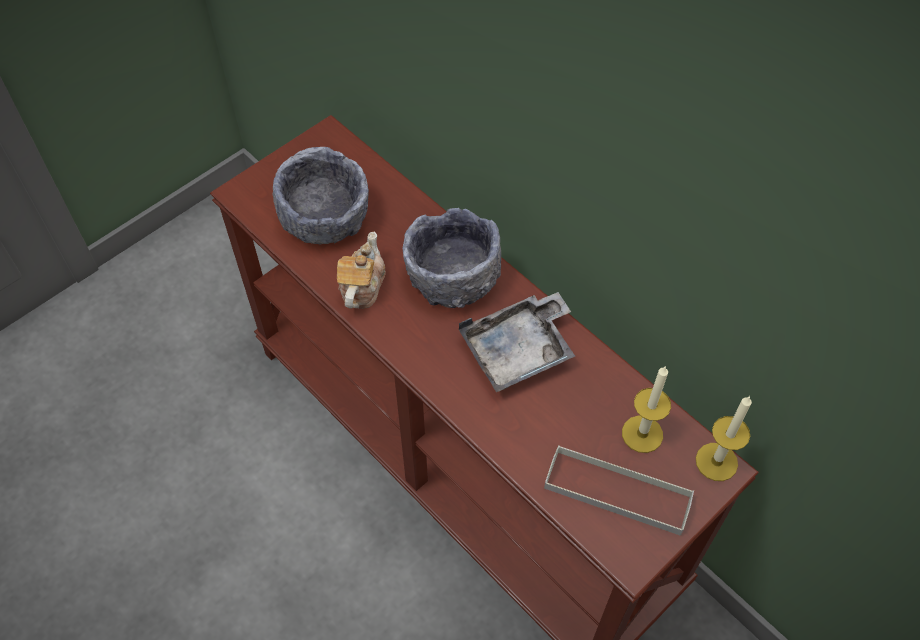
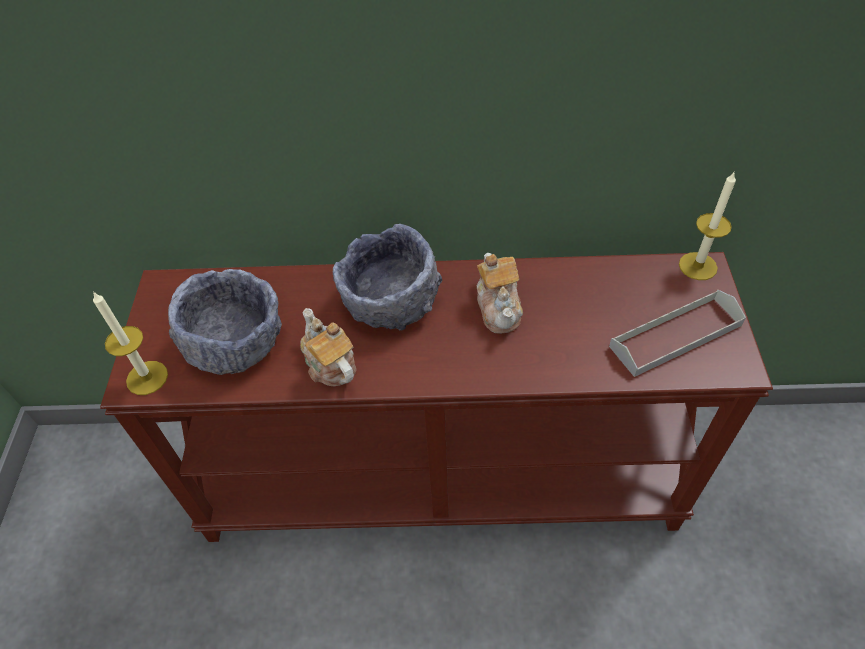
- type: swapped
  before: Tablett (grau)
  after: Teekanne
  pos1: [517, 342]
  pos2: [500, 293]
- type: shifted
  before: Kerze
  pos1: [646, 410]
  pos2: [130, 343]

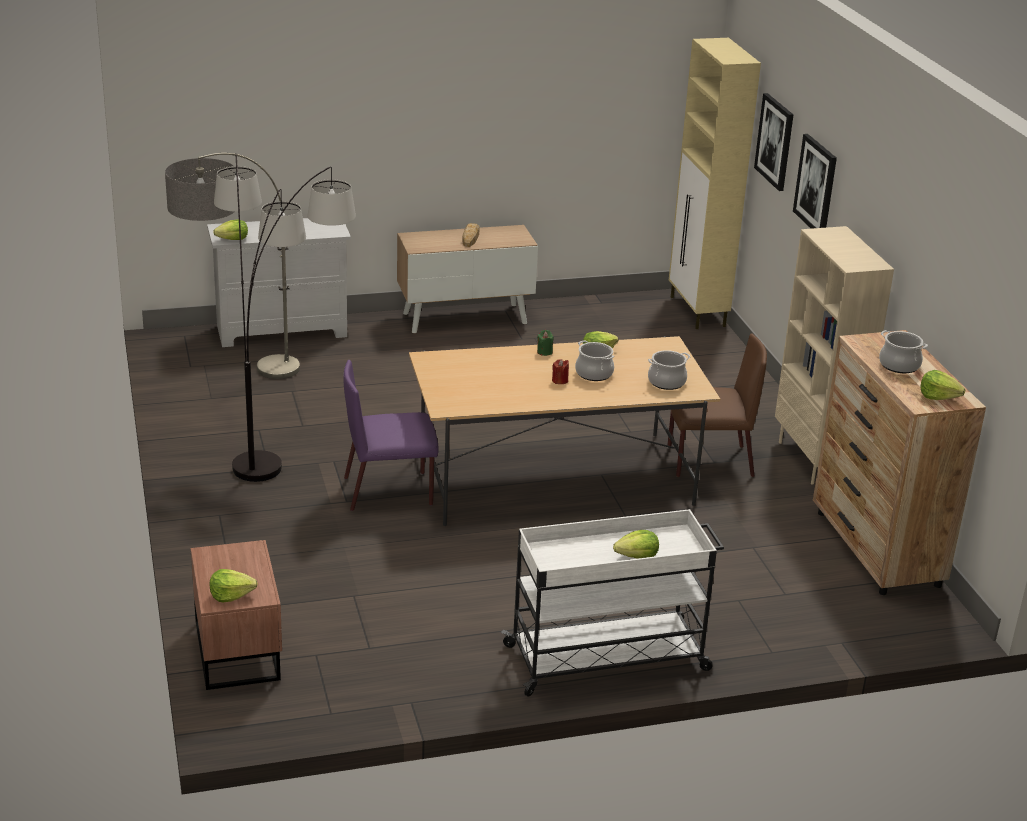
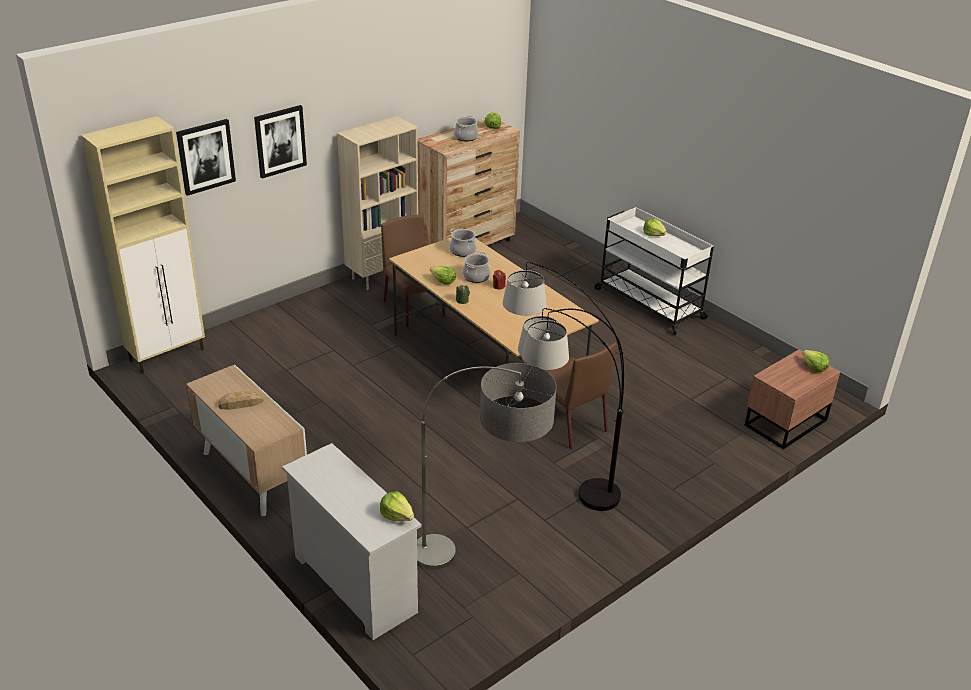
- type: repainted
  before: Stuhl (lila)
  after: Stuhl (braun)
  pos1: [391, 435]
  pos2: [574, 396]

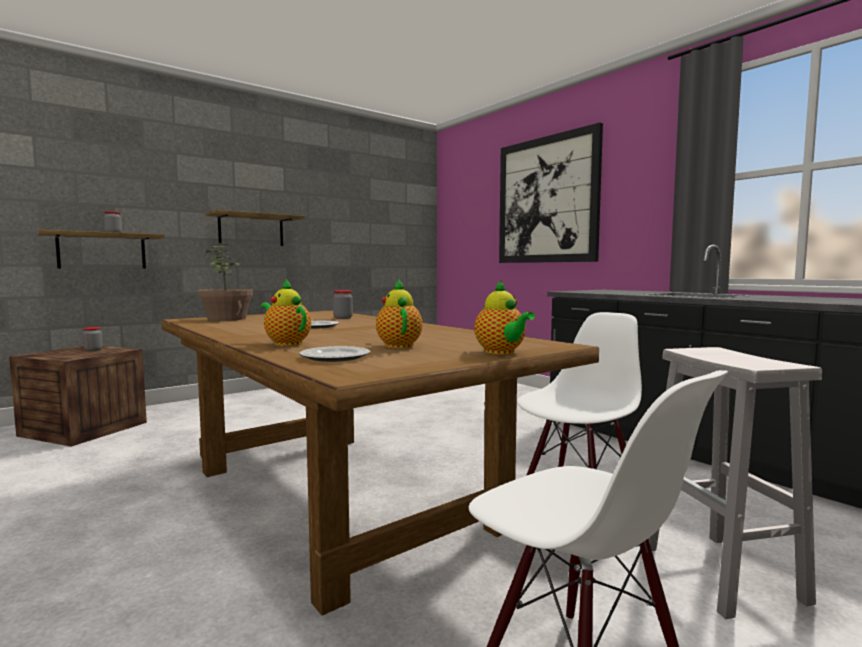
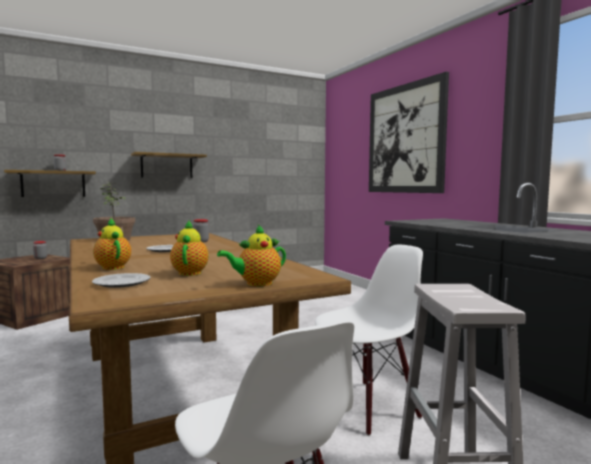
- type: rotated
  before: Teekanne
  pos1: [504, 318]
  pos2: [251, 255]
  turn: 75

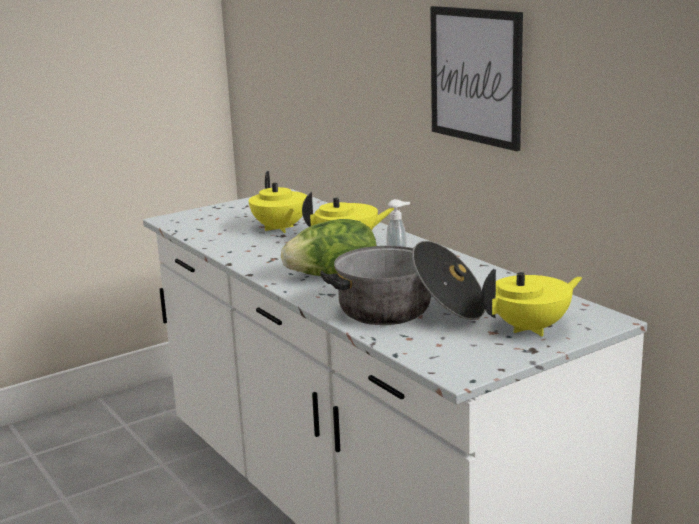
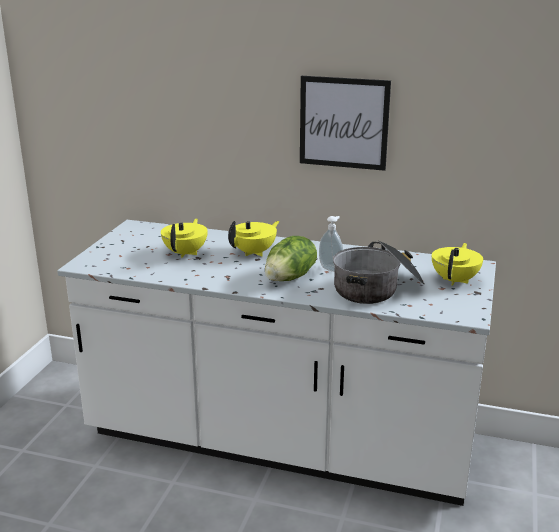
- type: rotated
  before: Teekanne (gelb)
  pos1: [278, 202]
  pos2: [184, 238]
  turn: -105

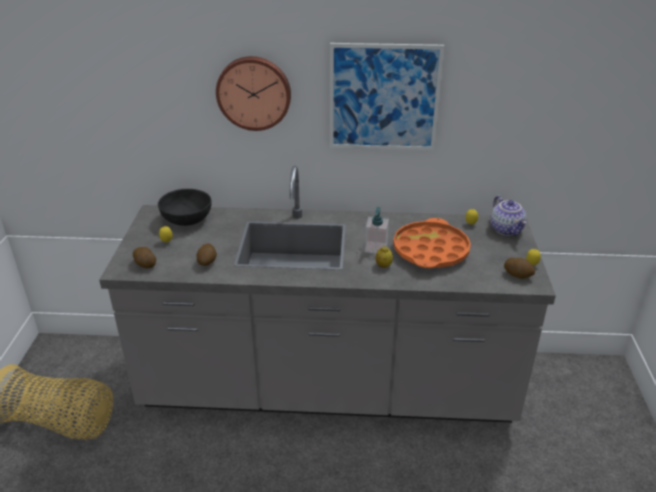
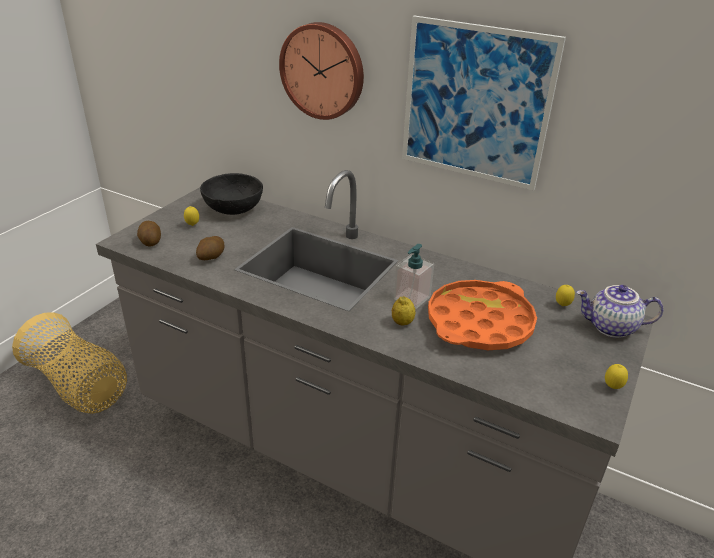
- type: rotated
  before: Teekanne
  pos1: [508, 215]
  pos2: [619, 311]
  turn: 90
- type: gone
  before: Kartoffel
  pos1: [519, 268]

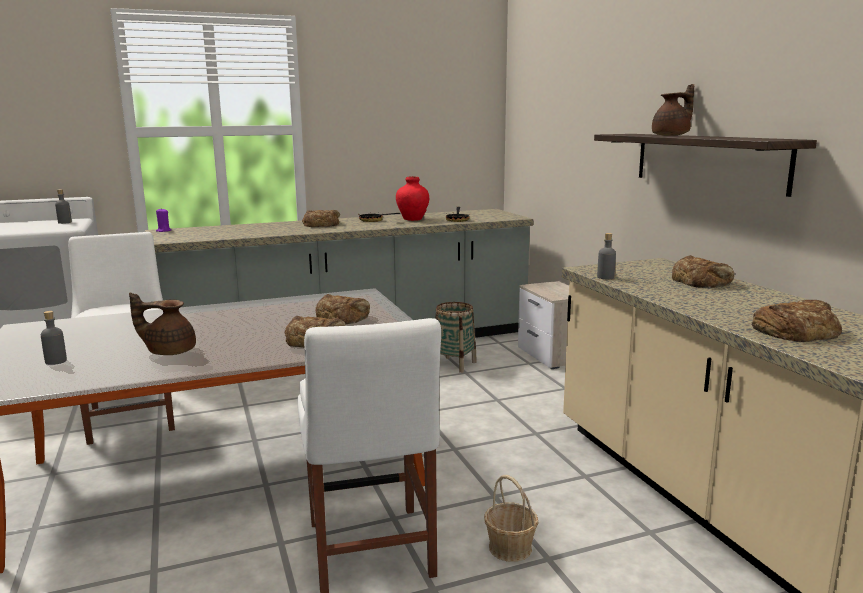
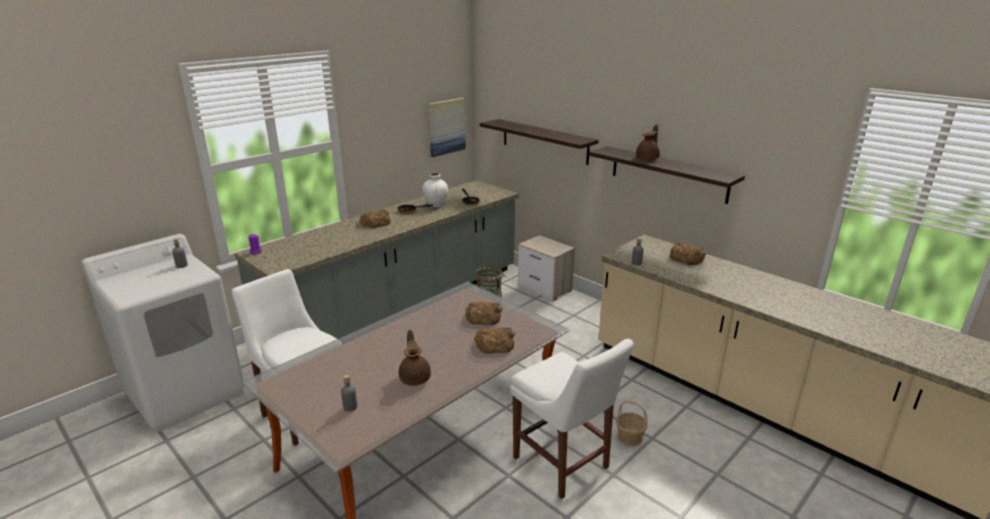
- type: rotated
  before: Teekanne (braun)
  pos1: [162, 323]
  pos2: [415, 358]
  turn: 105
- type: repainted
  before: Vase (rot)
  after: Vase (weiß)
  pos1: [412, 198]
  pos2: [435, 190]
- type: gone
  before: Brot
  pos1: [796, 321]
- type: new
  after: Bild
  pos2: [447, 127]
- type: new
  after: Wandregal
  pos2: [539, 142]

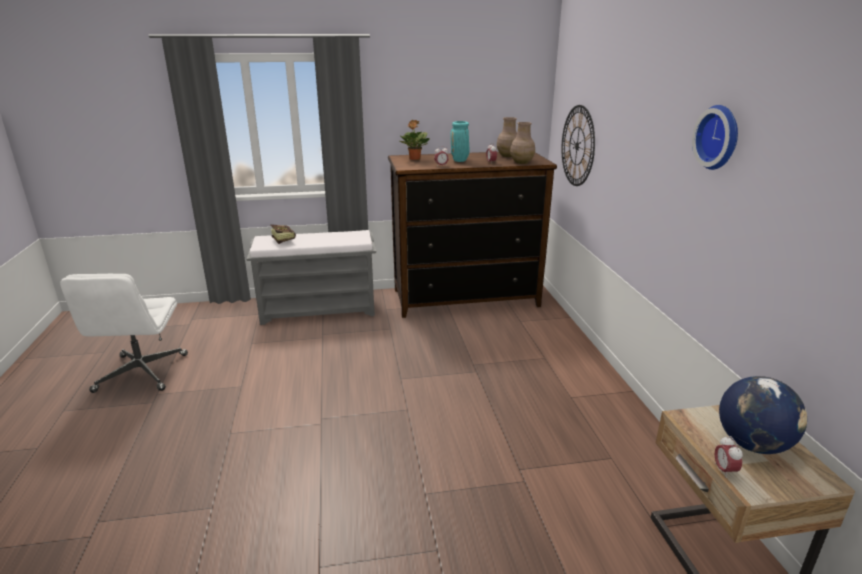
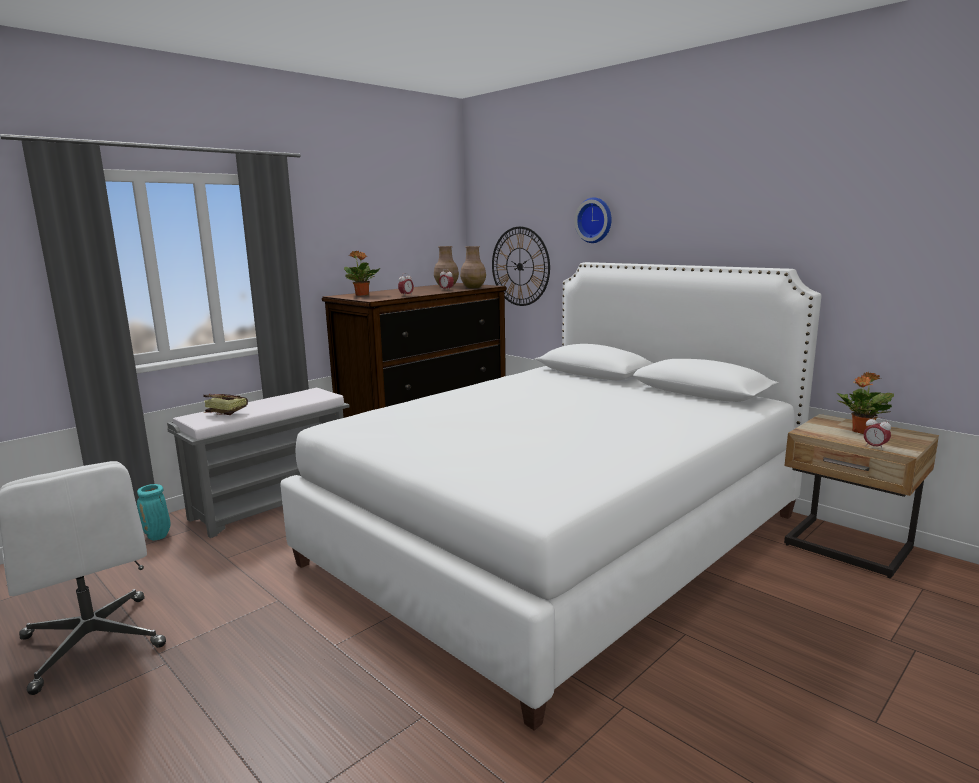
- type: shifted
  before: Vase (türkis)
  pos1: [460, 141]
  pos2: [154, 512]
- type: shifted
  before: Wanduhr
  pos1: [715, 137]
  pos2: [593, 220]
- type: swapped
  before: Globus
  after: Topfpflanze
  pos1: [763, 415]
  pos2: [865, 403]
- type: new
  after: Bett (weiß)
  pos2: [550, 496]

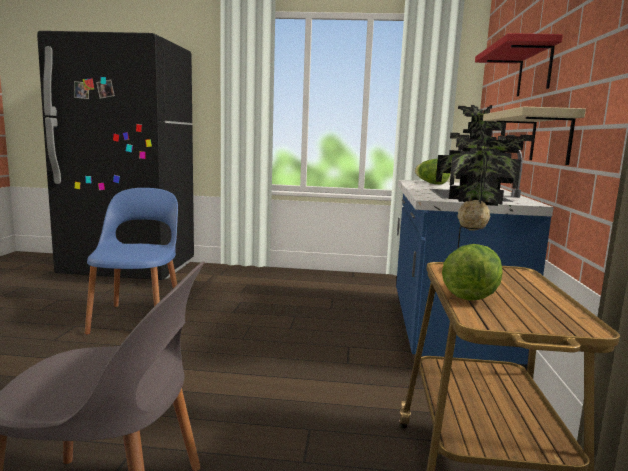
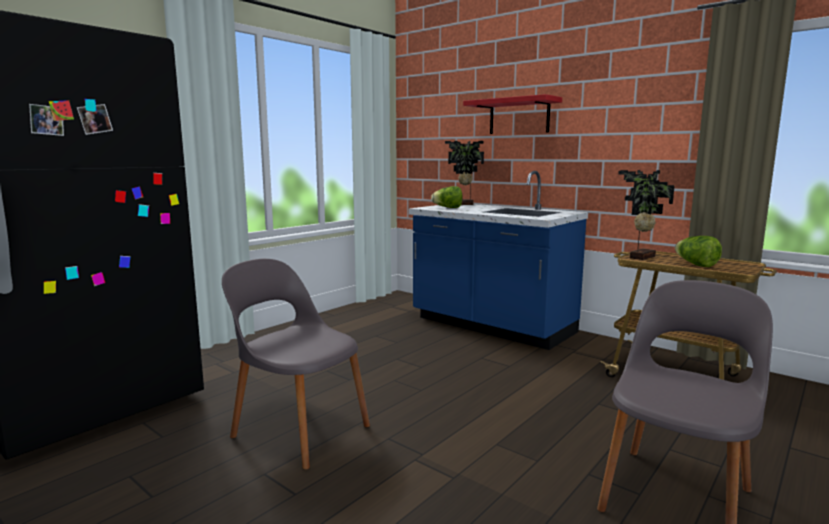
- type: repainted
  before: Stuhl (blau)
  after: Stuhl (grau)
  pos1: [131, 261]
  pos2: [296, 364]
- type: gone
  before: Wandregal (beige)
  pos1: [534, 135]

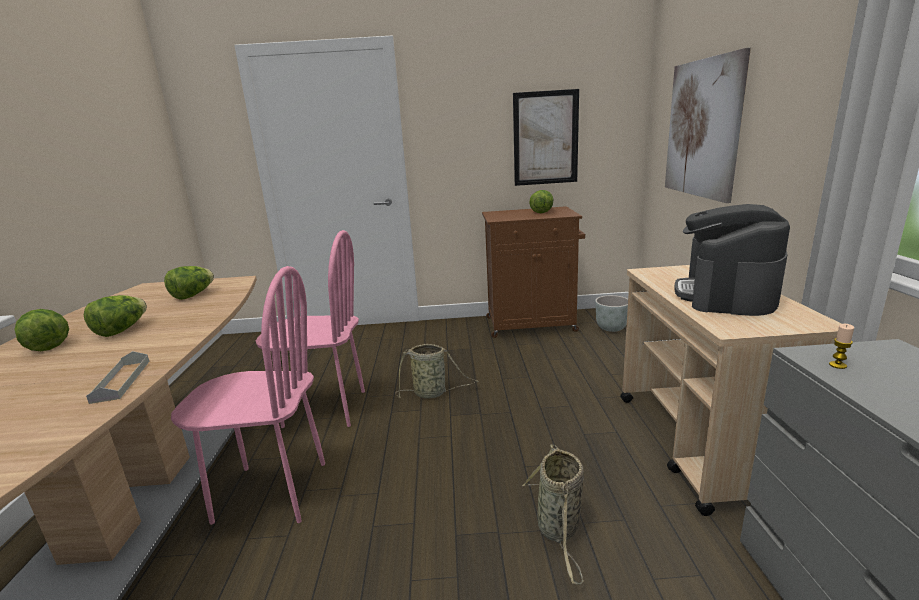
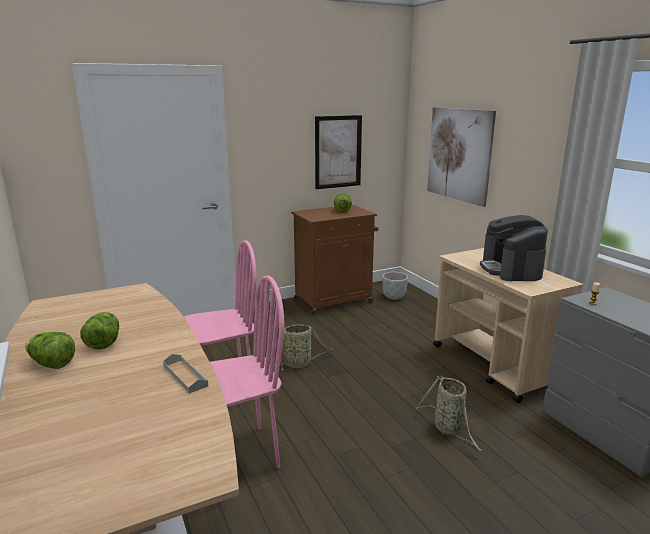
- type: gone
  before: Salatkopf
  pos1: [189, 283]

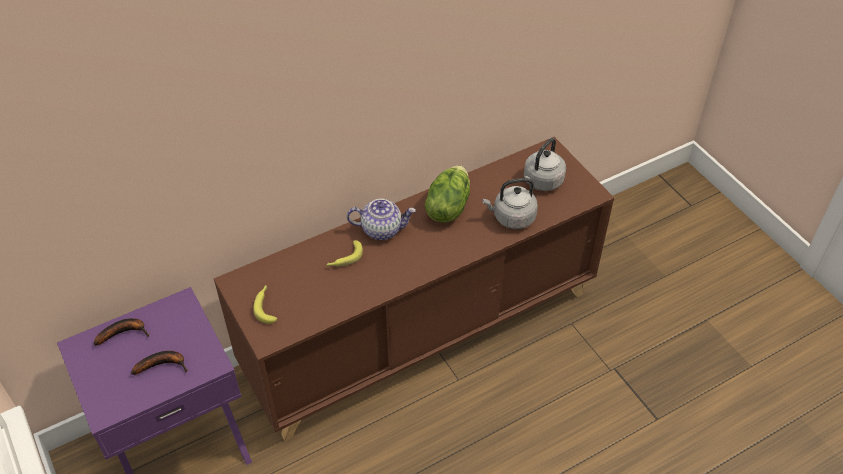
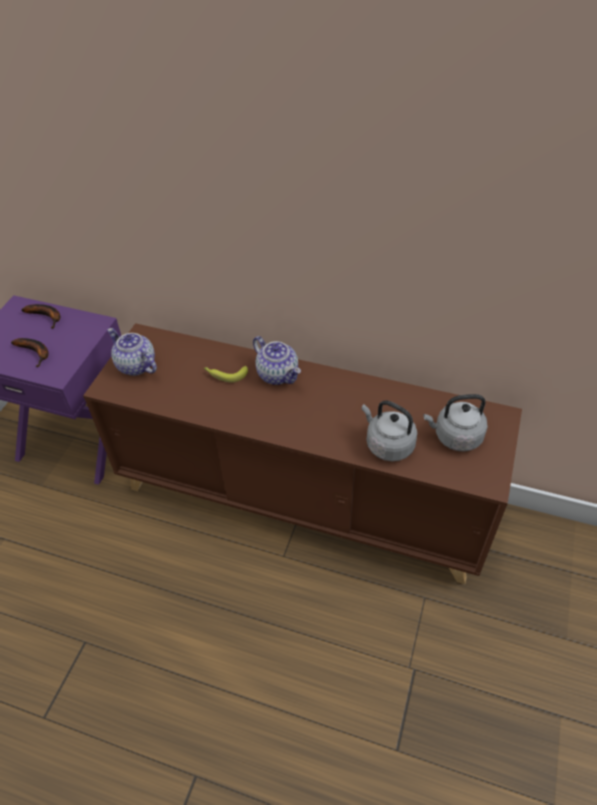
- type: swapped
  before: Banane
  after: Teekanne
  pos1: [265, 304]
  pos2: [132, 352]
- type: gone
  before: Salatkopf
  pos1: [447, 194]

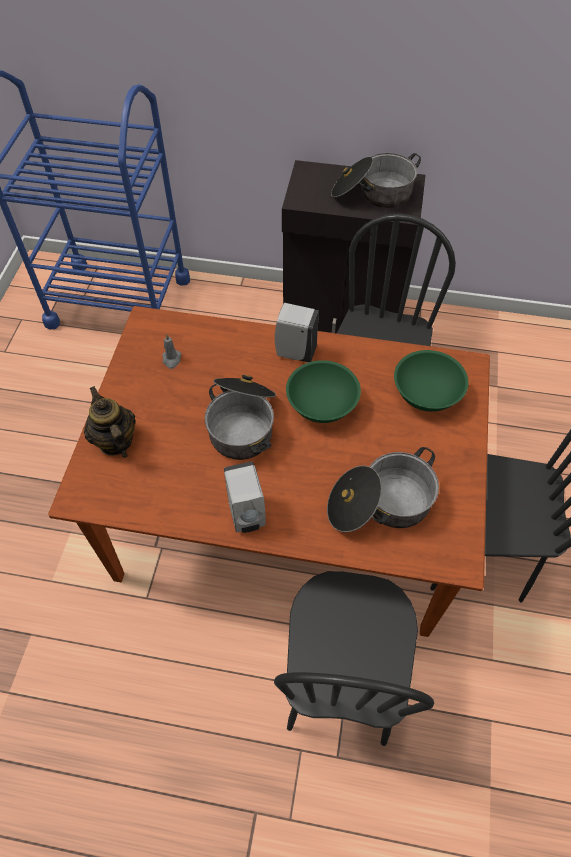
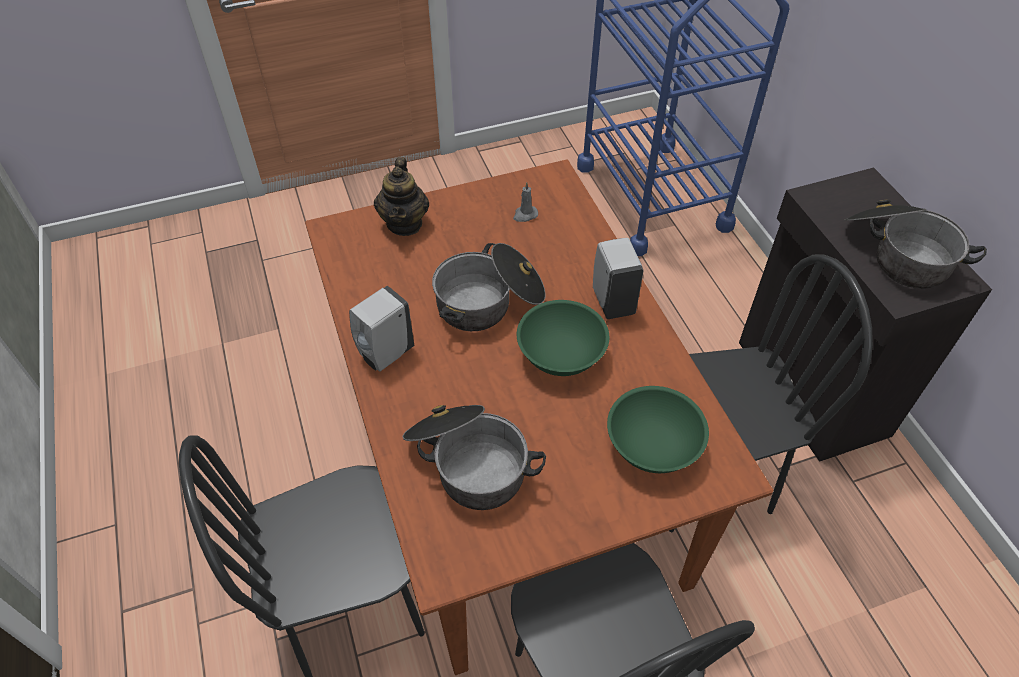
- type: rotated
  before: Teekanne
  pos1: [110, 422]
  pos2: [401, 196]
  turn: 150

